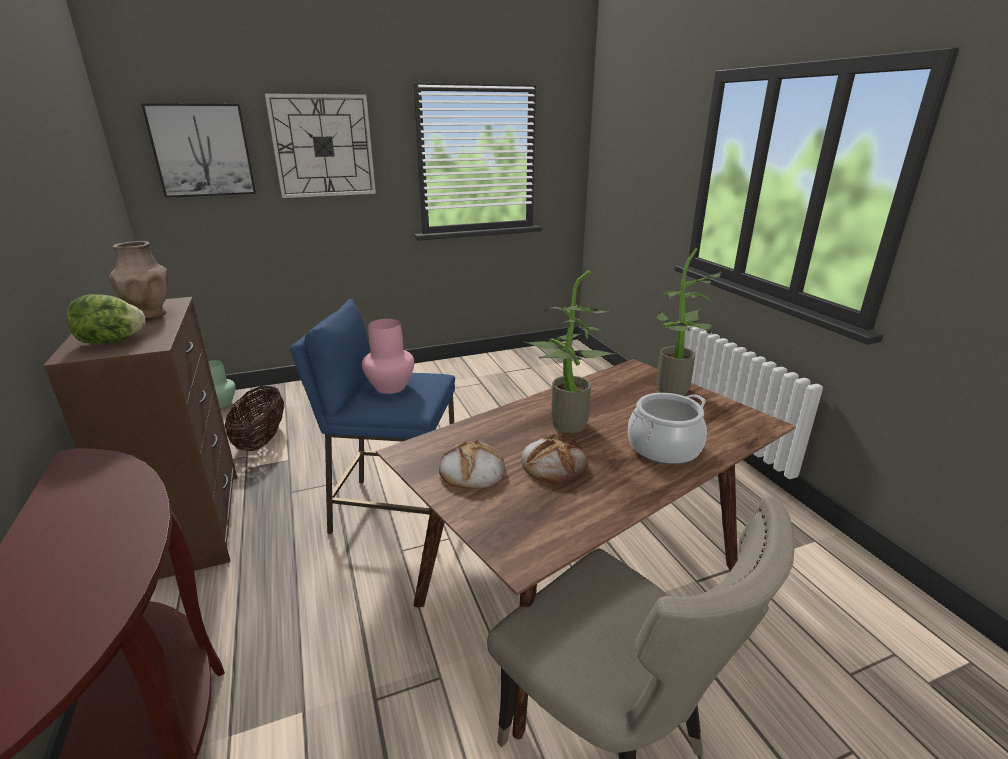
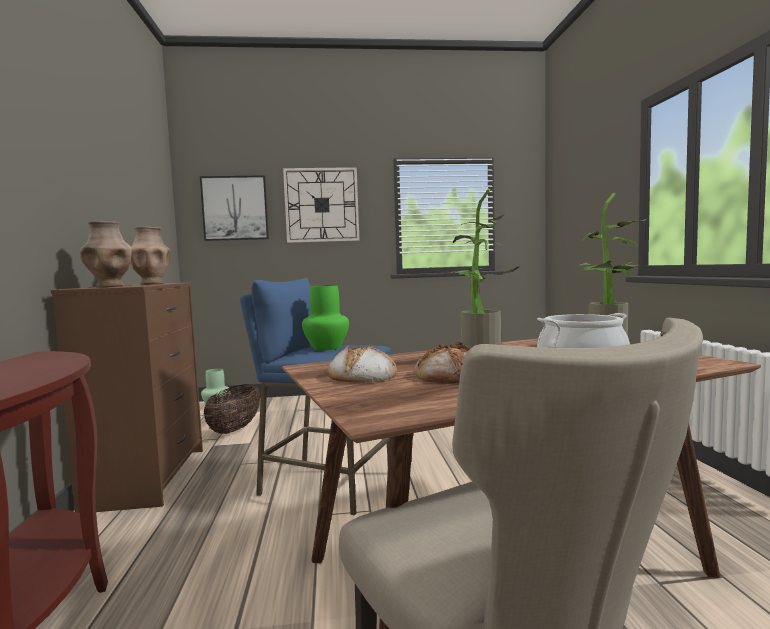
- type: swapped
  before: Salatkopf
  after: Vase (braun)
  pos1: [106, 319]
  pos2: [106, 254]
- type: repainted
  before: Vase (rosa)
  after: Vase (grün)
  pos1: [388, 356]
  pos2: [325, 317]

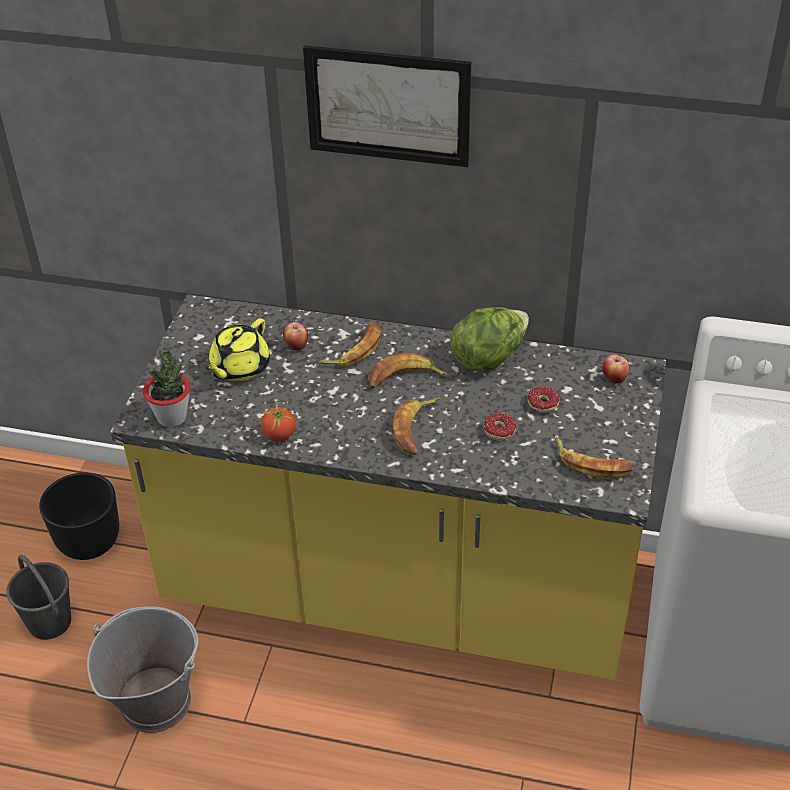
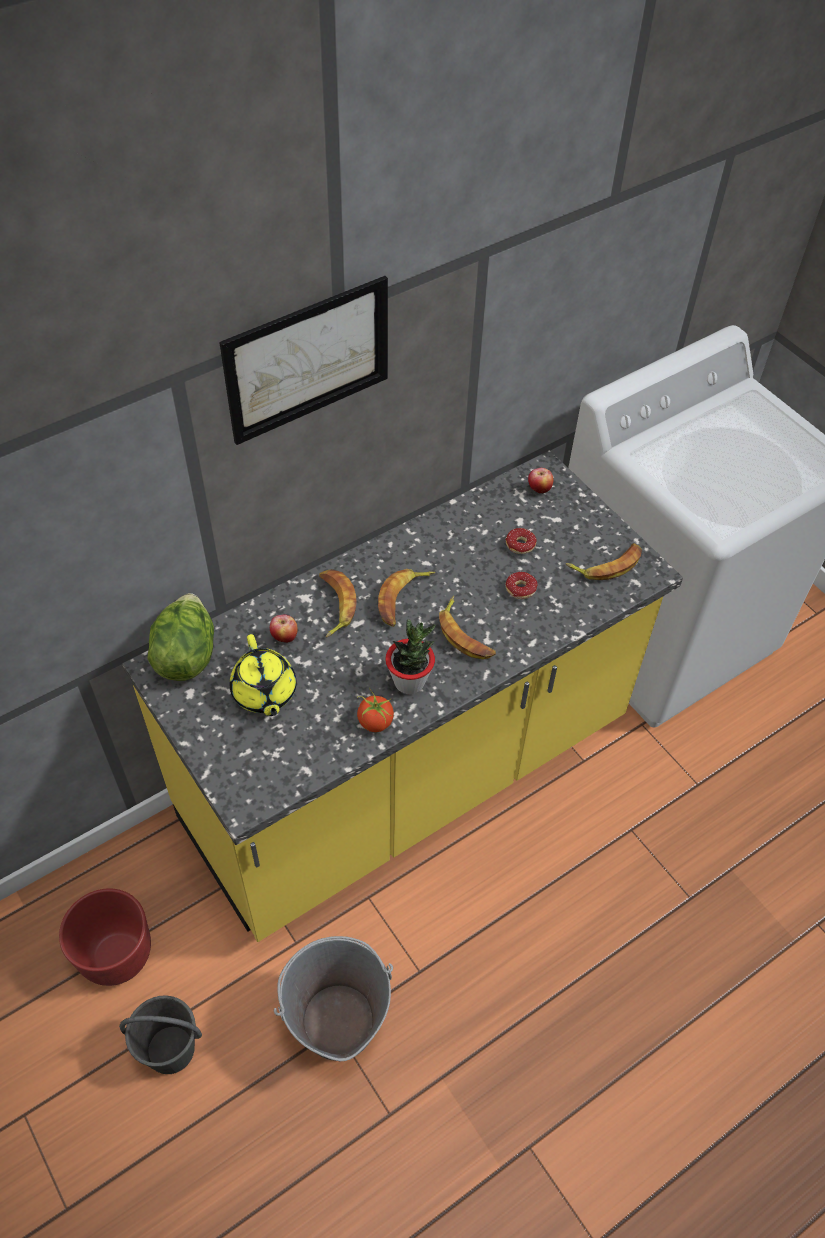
- type: repainted
  before: Pflanzkübel (schwarz)
  after: Pflanzkübel (rot)
  pos1: [79, 516]
  pos2: [105, 937]
- type: shifted
  before: Topfpflanze
  pos1: [166, 386]
  pos2: [410, 656]
- type: shifted
  before: Salatkopf
  pos1: [489, 339]
  pos2: [180, 637]

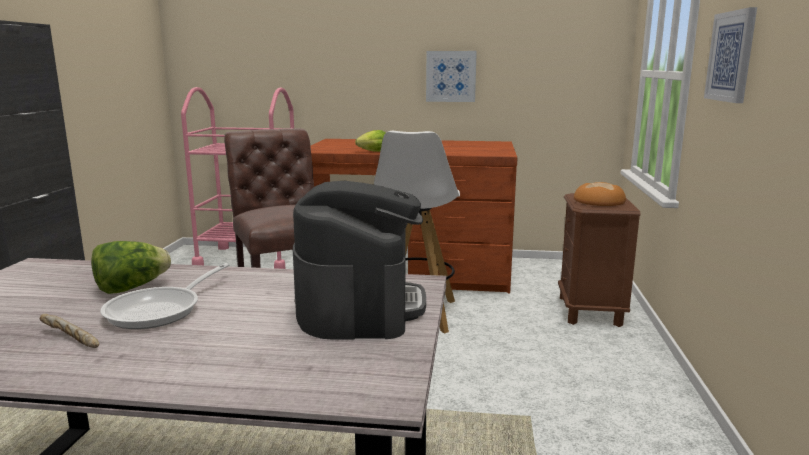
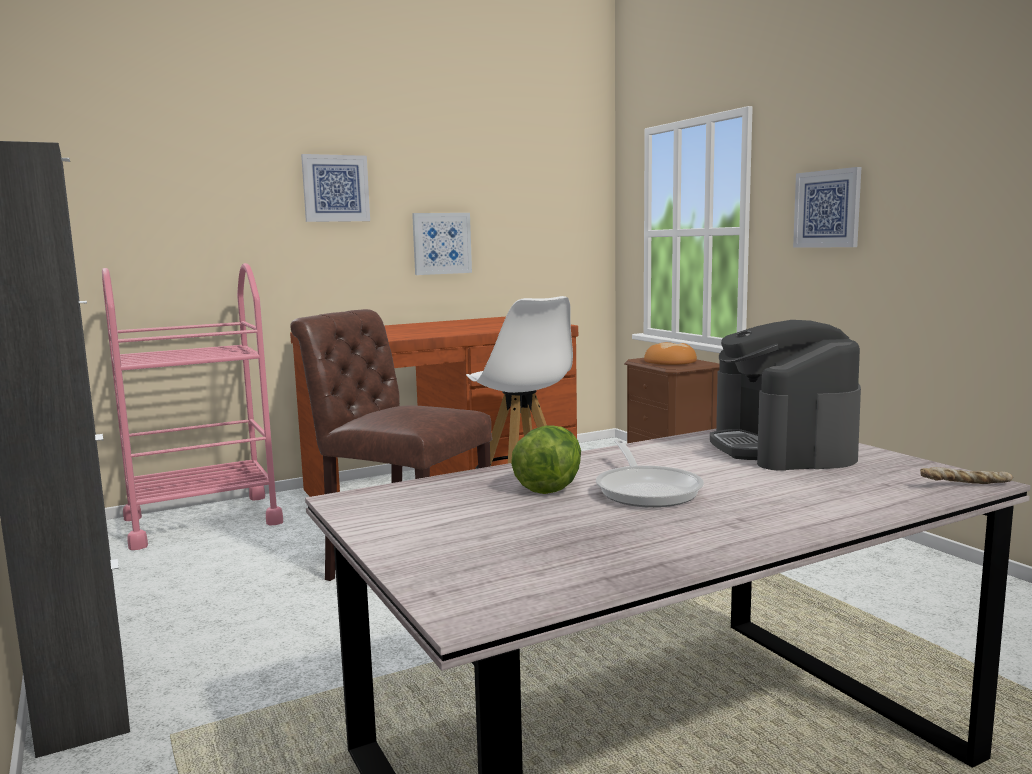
- type: shifted
  before: Brot
  pos1: [69, 331]
  pos2: [966, 475]
- type: rotated
  before: Kaffeemaschine
  pos1: [359, 260]
  pos2: [785, 395]
  turn: -150
- type: gone
  before: Salatkopf
  pos1: [370, 141]
- type: new
  after: Bild
  pos2: [335, 188]

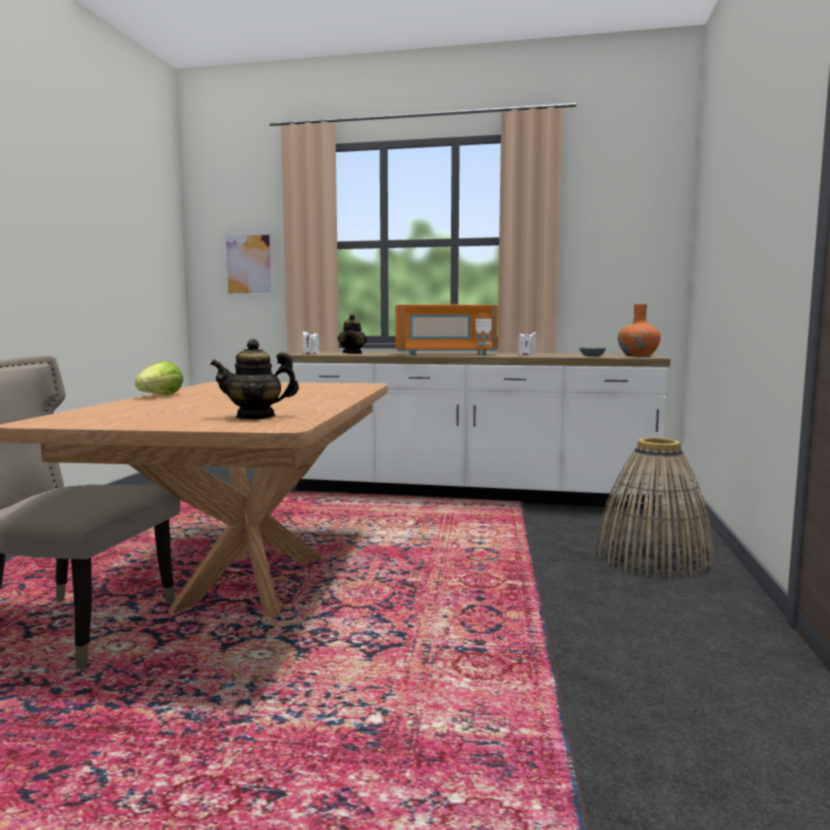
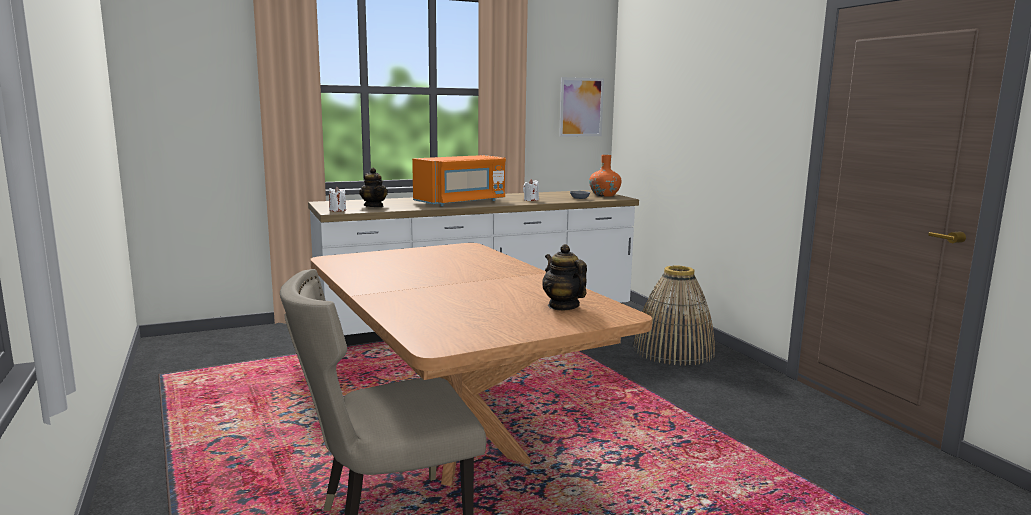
- type: gone
  before: Salatkopf
  pos1: [159, 378]
- type: rotated
  before: Teekanne
  pos1: [254, 379]
  pos2: [564, 277]
  turn: 105
- type: shifted
  before: Bild
  pos1: [249, 264]
  pos2: [581, 106]

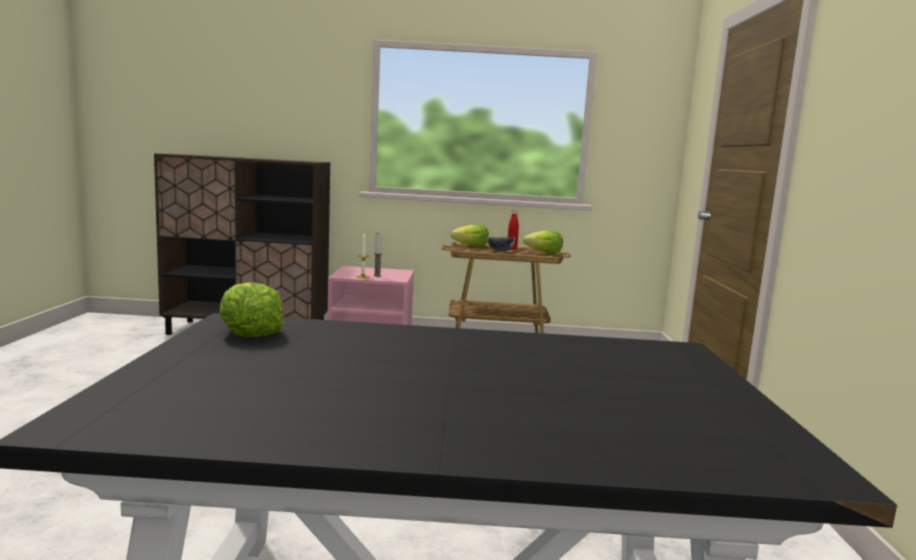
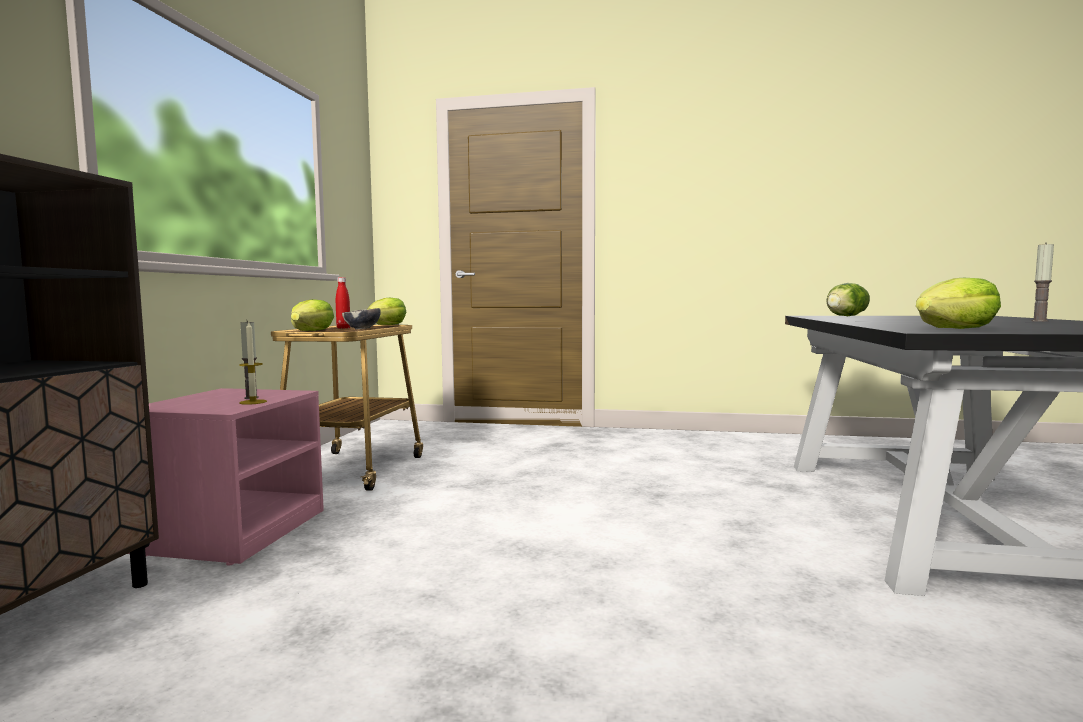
- type: new
  after: Salatkopf
  pos2: [848, 299]
- type: new
  after: Kerze
  pos2: [1042, 282]

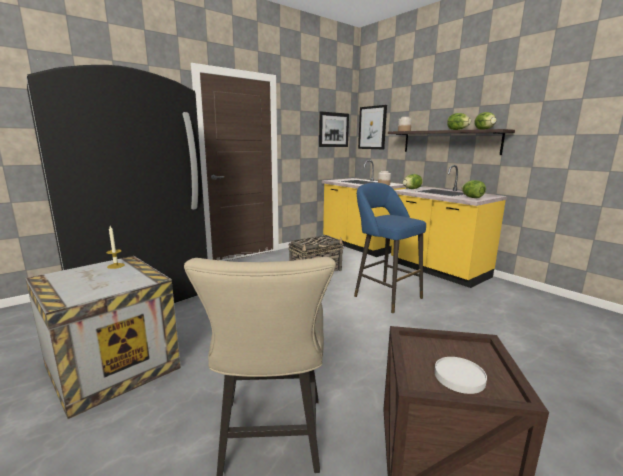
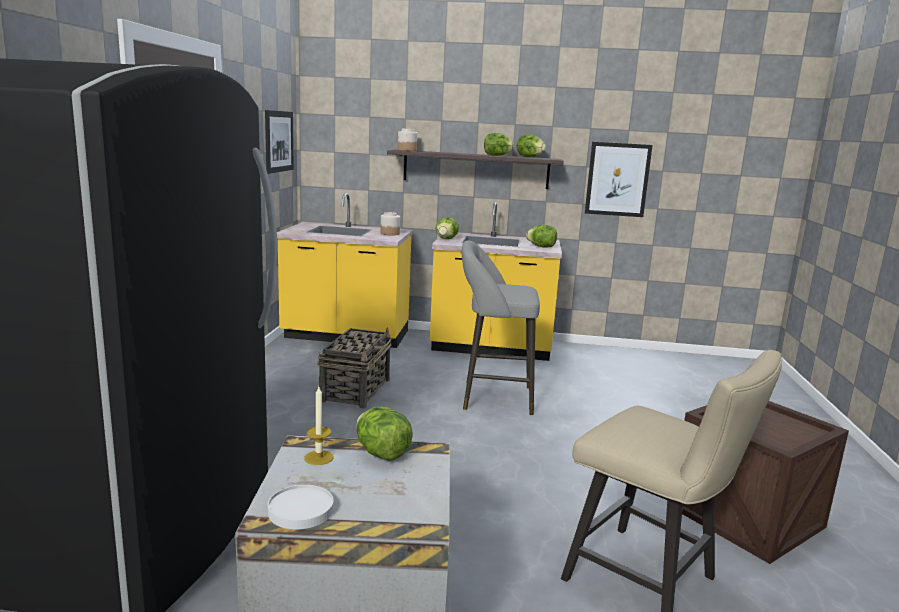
- type: repainted
  before: Hocker (blau)
  after: Hocker (grau)
  pos1: [390, 248]
  pos2: [501, 327]
- type: shifted
  before: Bild
  pos1: [372, 127]
  pos2: [619, 179]
- type: shifted
  before: Teller (weiß)
  pos1: [460, 375]
  pos2: [301, 507]
- type: new
  after: Salatkopf
  pos2: [384, 434]

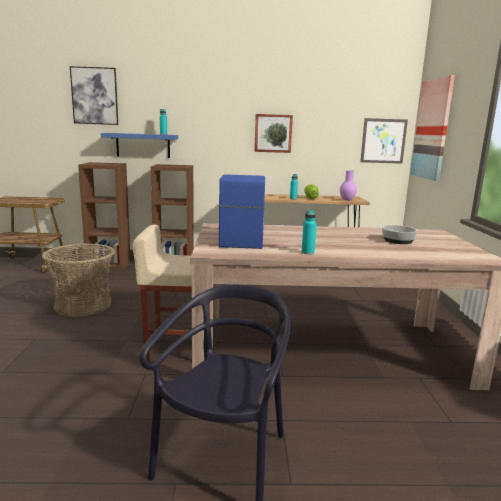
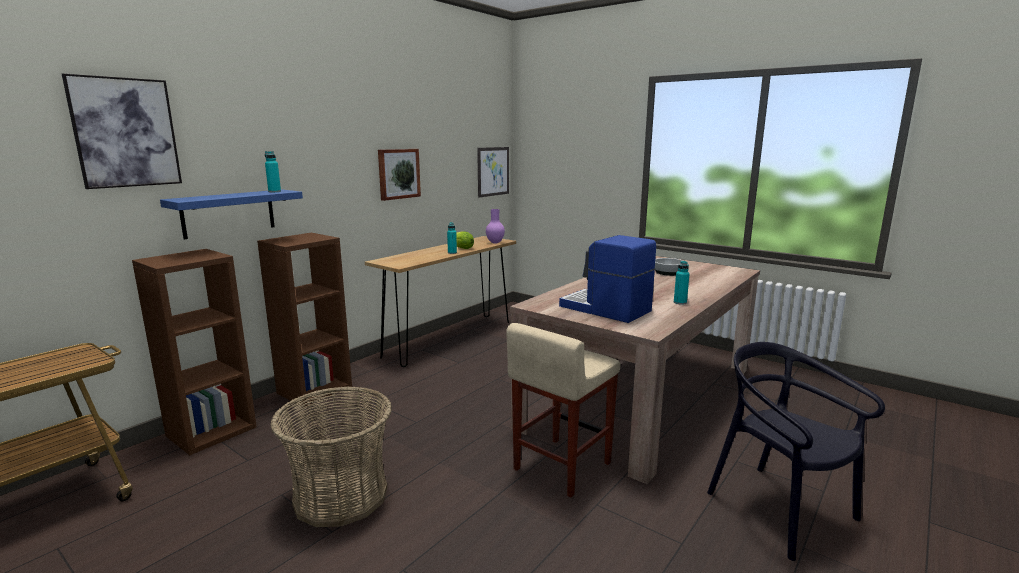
- type: gone
  before: Bild
  pos1: [433, 128]

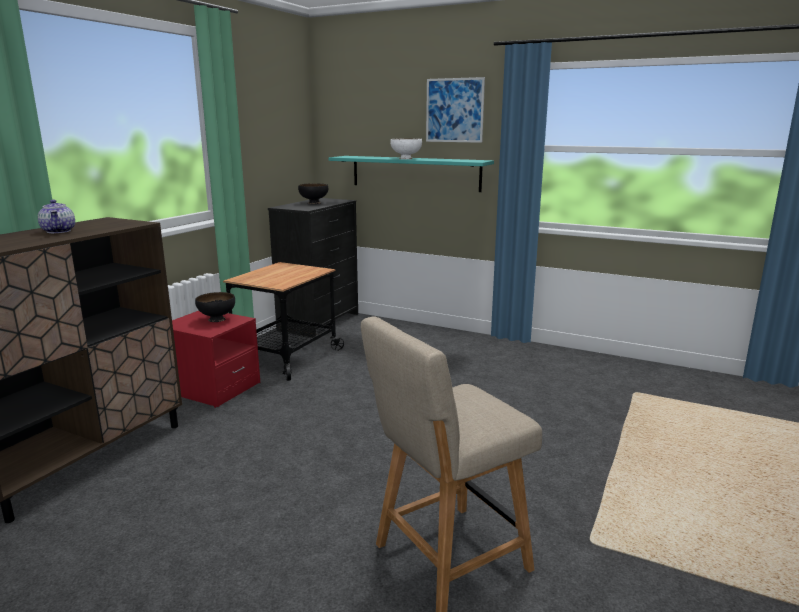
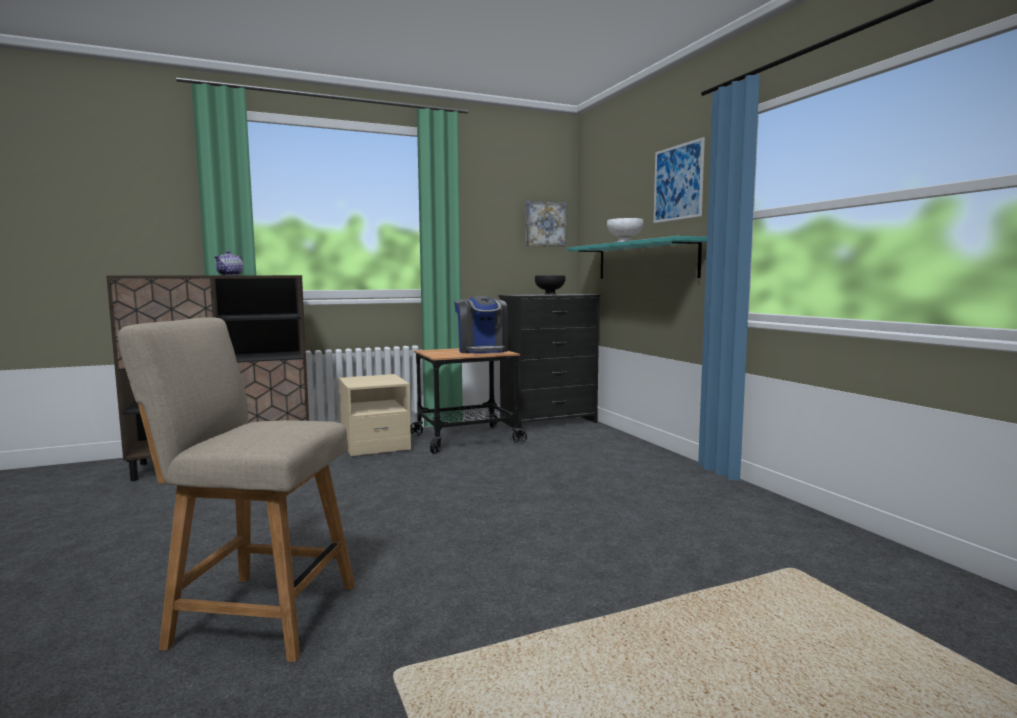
- type: repainted
  before: Nachttisch (rot)
  after: Nachttisch (beige)
  pos1: [216, 359]
  pos2: [375, 415]
- type: gone
  before: Schüssel (schwarz)
  pos1: [215, 307]
- type: new
  after: Kaffeemaschine
  pos2: [481, 324]
- type: new
  after: Bild
  pos2: [546, 224]

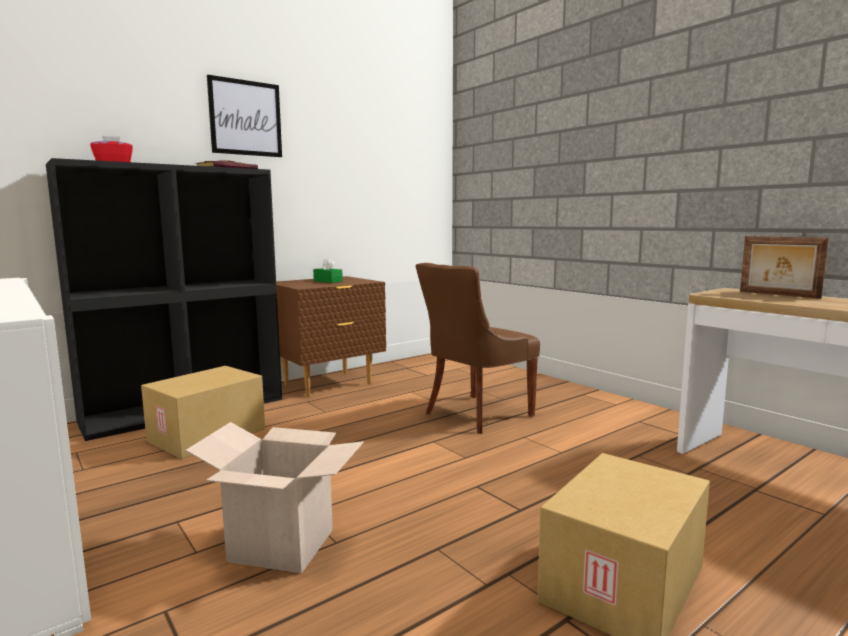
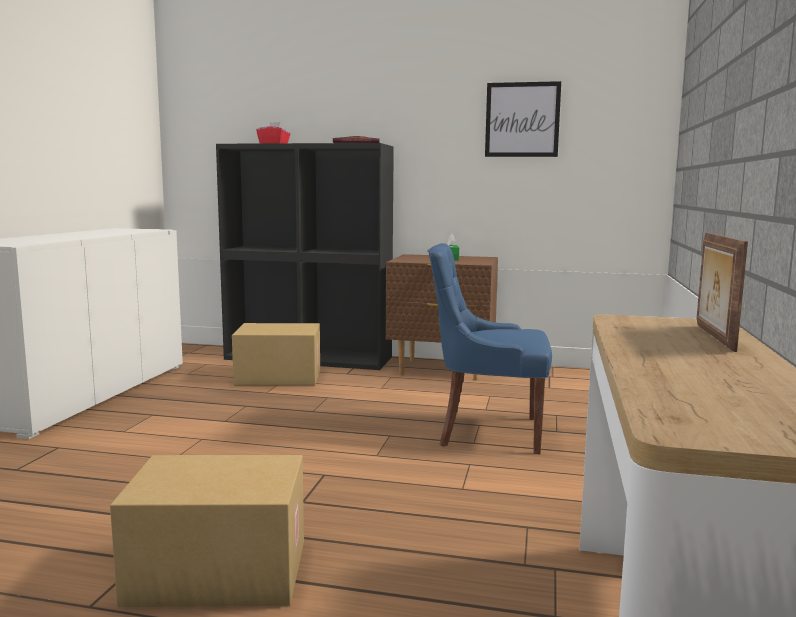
- type: gone
  before: Karton
  pos1: [274, 497]
- type: shifted
  before: Bild
  pos1: [244, 116]
  pos2: [523, 119]
- type: repainted
  before: Stuhl (braun)
  after: Stuhl (blau)
  pos1: [478, 348]
  pos2: [490, 348]

